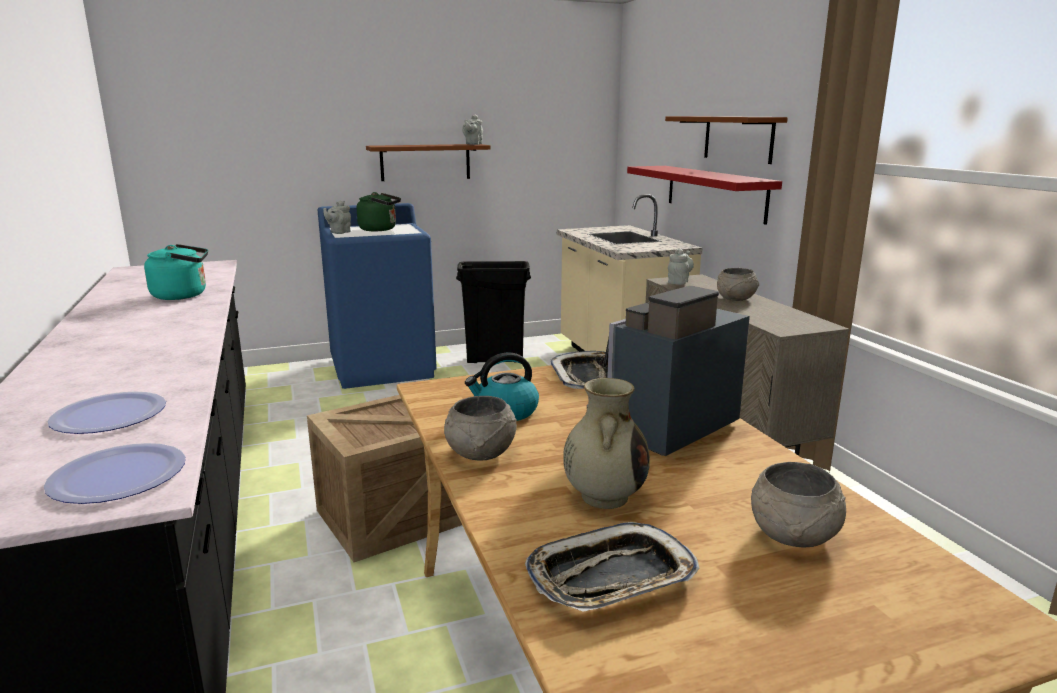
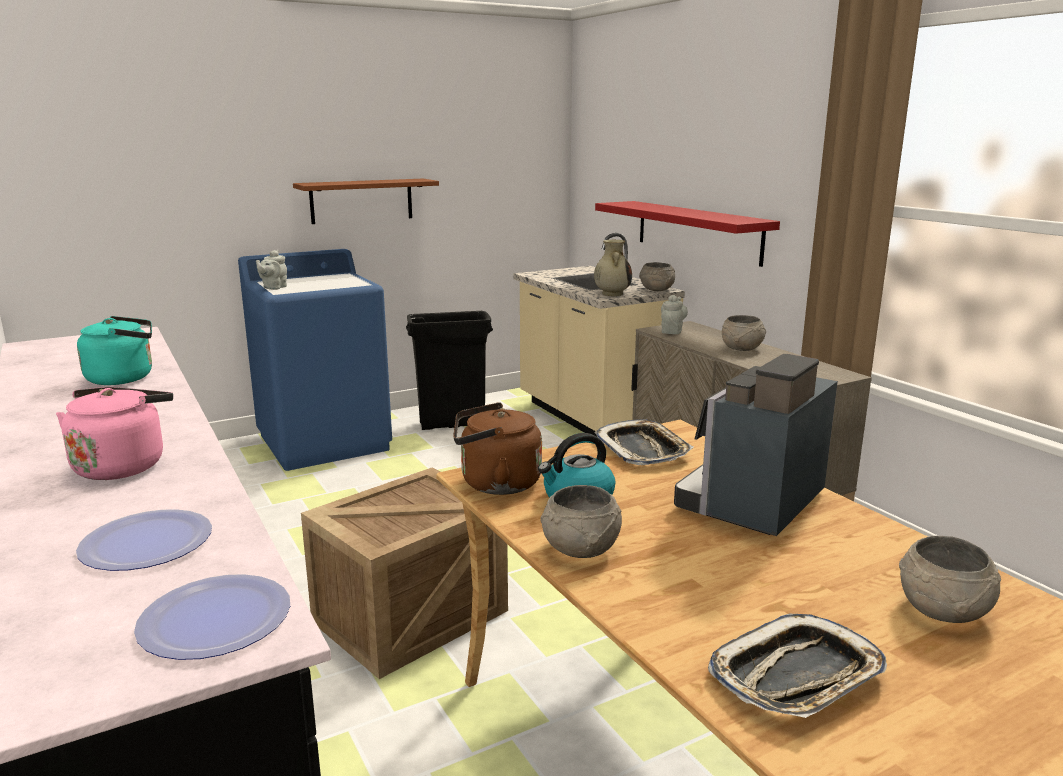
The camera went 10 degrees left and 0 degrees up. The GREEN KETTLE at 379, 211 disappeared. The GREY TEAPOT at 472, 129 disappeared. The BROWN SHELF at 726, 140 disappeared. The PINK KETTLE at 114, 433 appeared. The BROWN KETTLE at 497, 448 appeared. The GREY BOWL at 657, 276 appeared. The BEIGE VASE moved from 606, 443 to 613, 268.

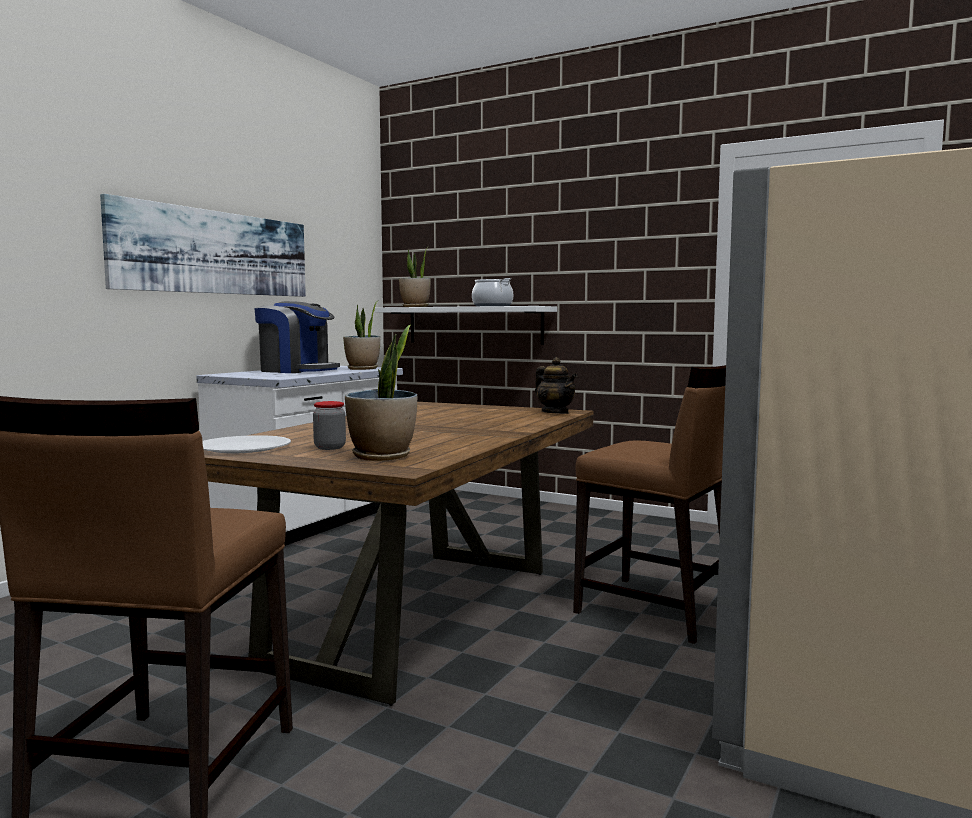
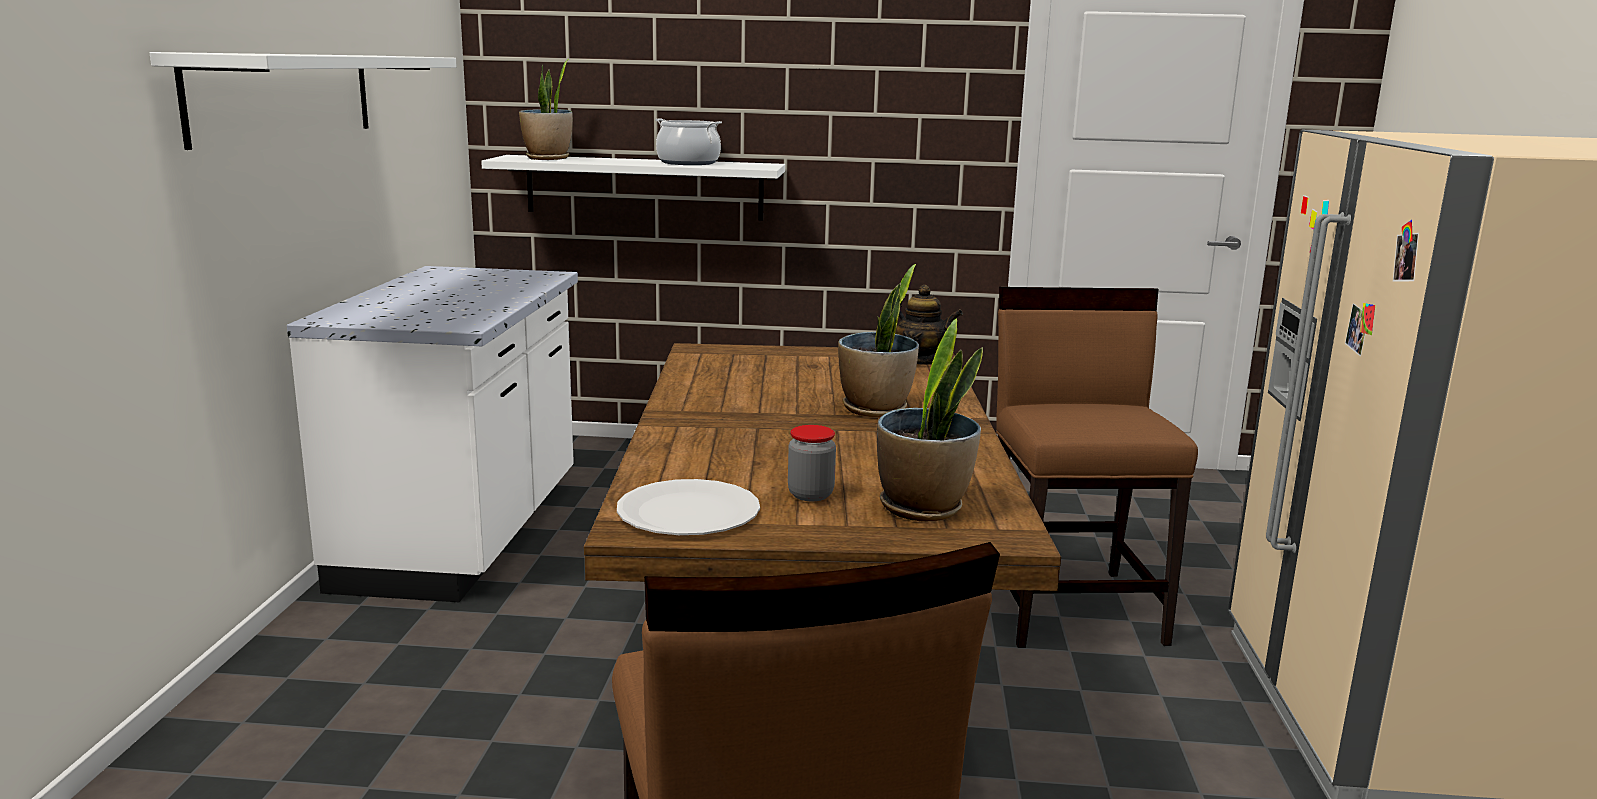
The camera went 25 degrees left and 10 degrees up. The COFFEE MACHINE at 297, 337 disappeared. The POTTED PLANT moved from 361, 335 to 878, 340. The PICTURE at 203, 245 was replaced by the WHITE SHELF at 303, 101. The BROWN CHAIR at 649, 504 turned 105 degrees counterclockwise.

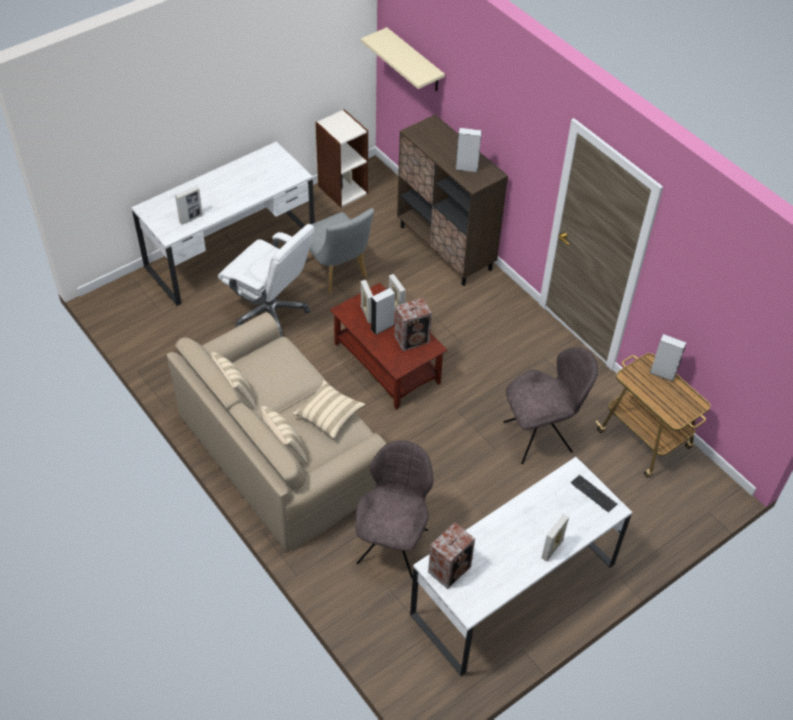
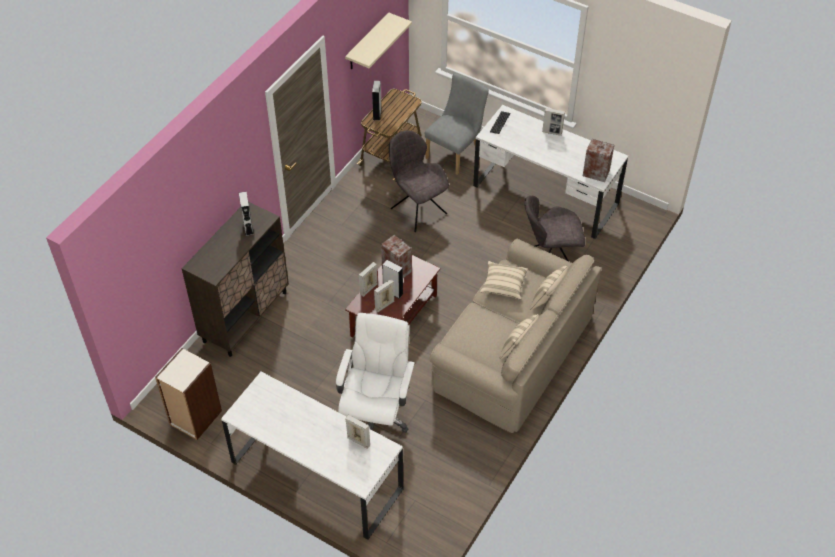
The camera went 110 degrees left and 0 degrees up. The GREY CHAIR moved from 336, 250 to 457, 124. The BEIGE SHELF moved from 403, 59 to 378, 41.

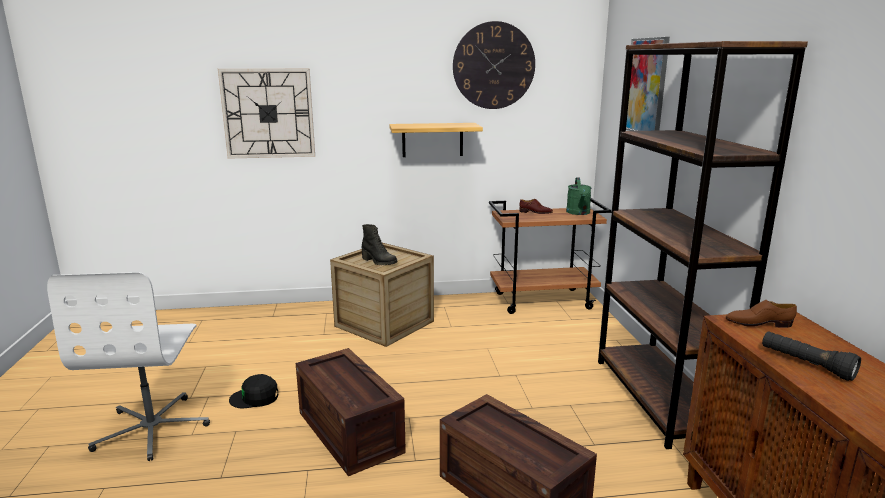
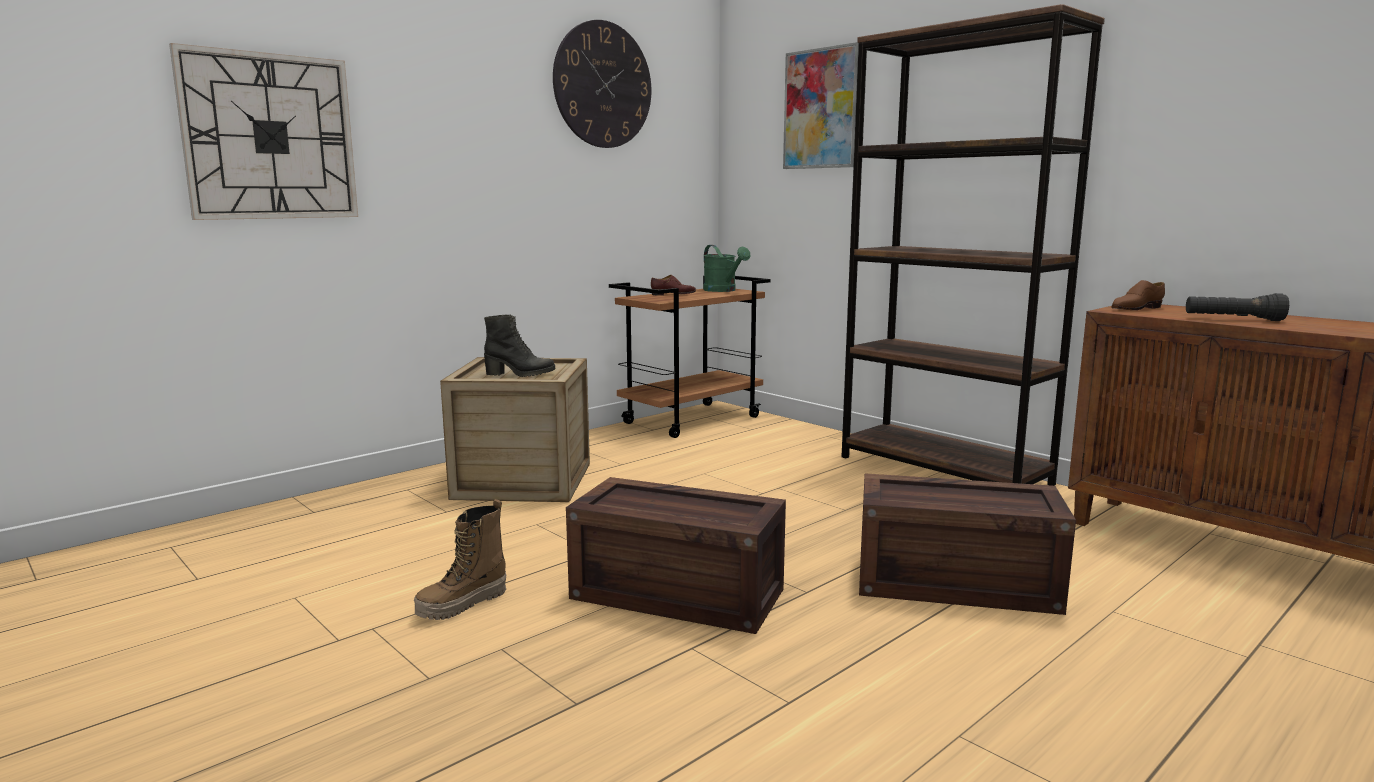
The camera went 35 degrees left and 5 degrees down. The WHITE OFFICE CHAIR at 128, 366 disappeared. The SHELF at 436, 140 disappeared. The BLACK CAP at 253, 391 was replaced by the BOOT at 460, 559.

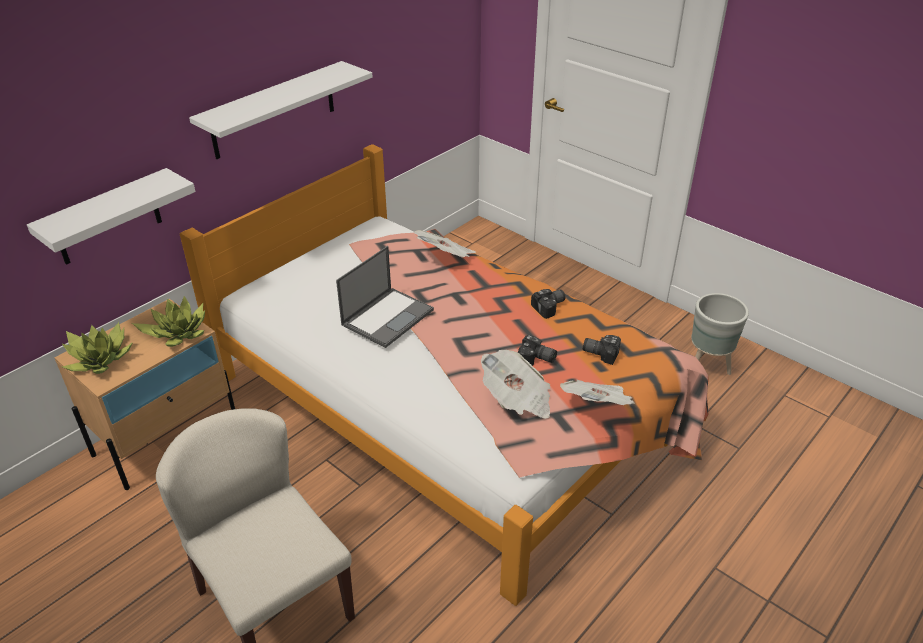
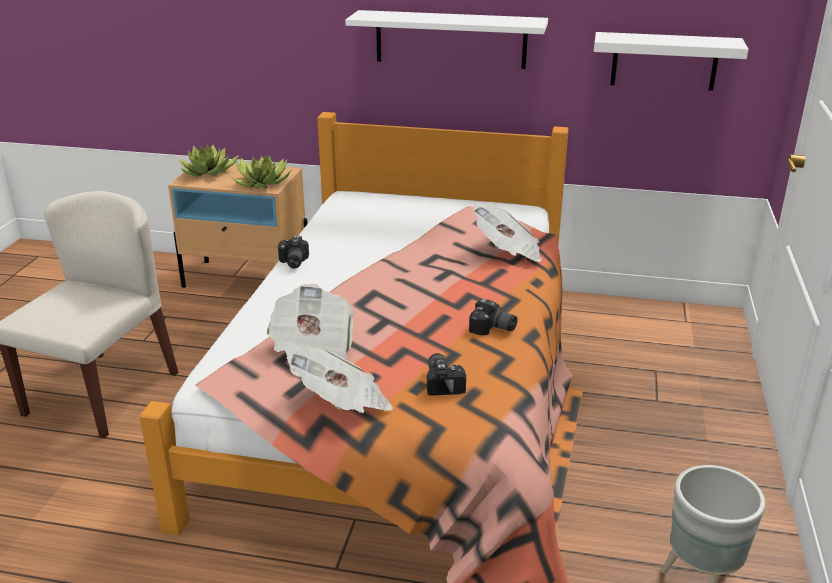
The camera went 60 degrees right and 10 degrees down. The LAPTOP at 385, 297 disappeared. The WHITE SHELF moved from 111, 216 to 671, 61. The PHOTO CAMERA moved from 537, 350 to 293, 251.

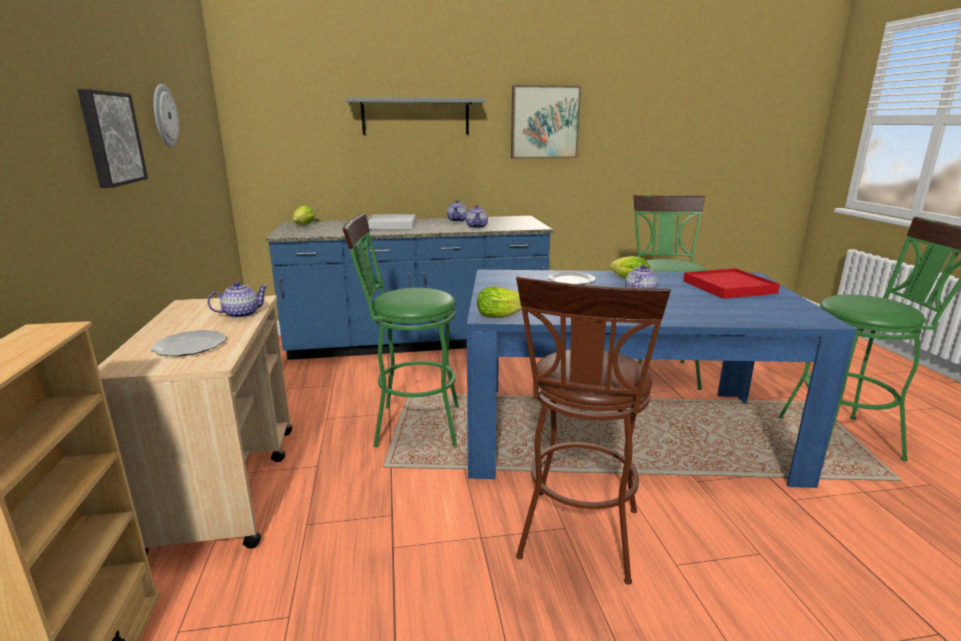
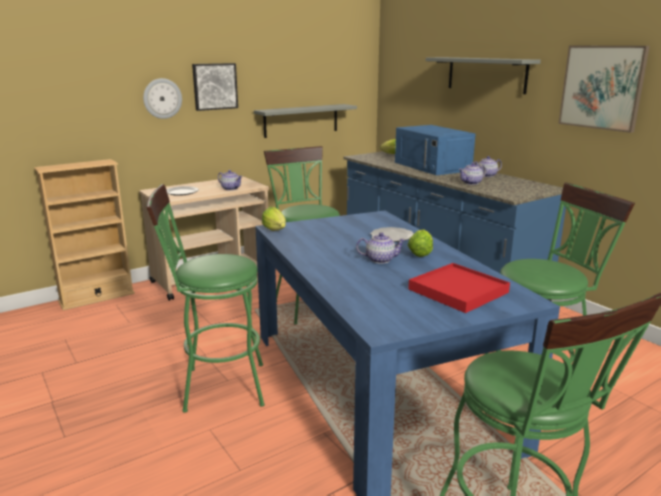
The camera went 65 degrees right and 0 degrees up. The GREY SHELF at 305, 121 appeared. The WALL CLOCK moved from 166, 115 to 162, 98. The WHITE TRAY at 391, 221 was replaced by the BLUE MICROWAVE at 435, 150. The BROWN STOOL at 593, 430 became the GREEN STOOL at 206, 298.

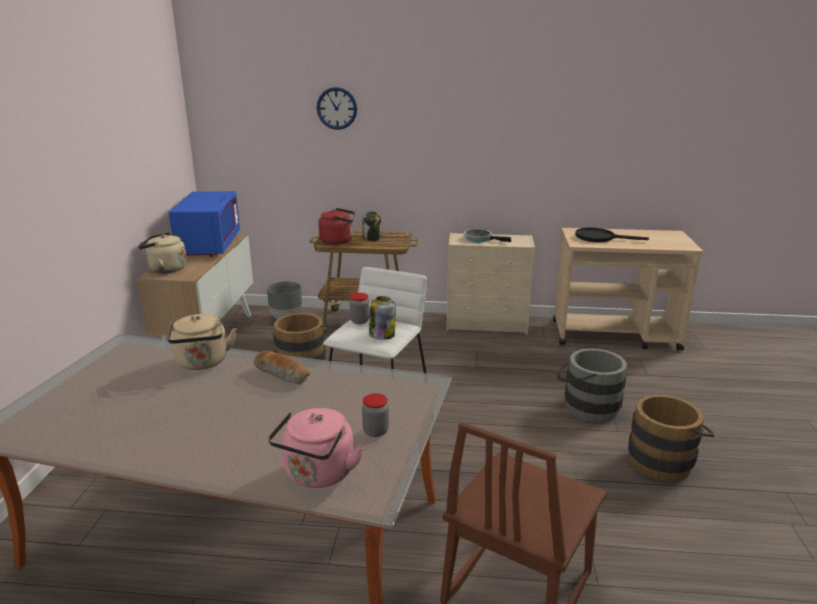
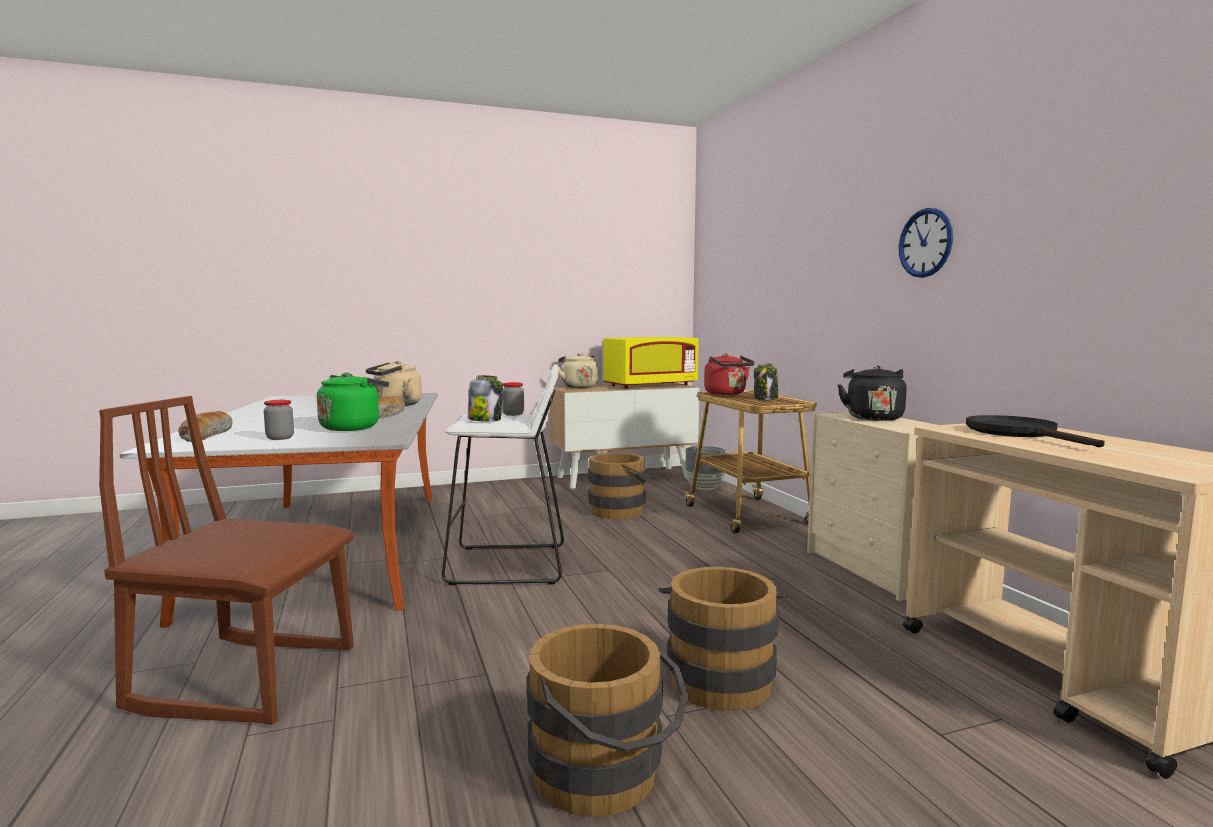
The camera went 65 degrees right and 15 degrees down. The GREEN KETTLE at 353, 401 appeared. The WALL CLOCK moved from 337, 108 to 926, 243. The PINK KETTLE at 316, 448 was replaced by the BREAD at 205, 426. The FRYING PAN at 487, 235 was replaced by the BLACK KETTLE at 872, 393. The BLUE MICROWAVE at 204, 224 became the YELLOW MICROWAVE at 651, 363. The GREY BUCKET at 592, 385 became the BROWN BUCKET at 723, 639.

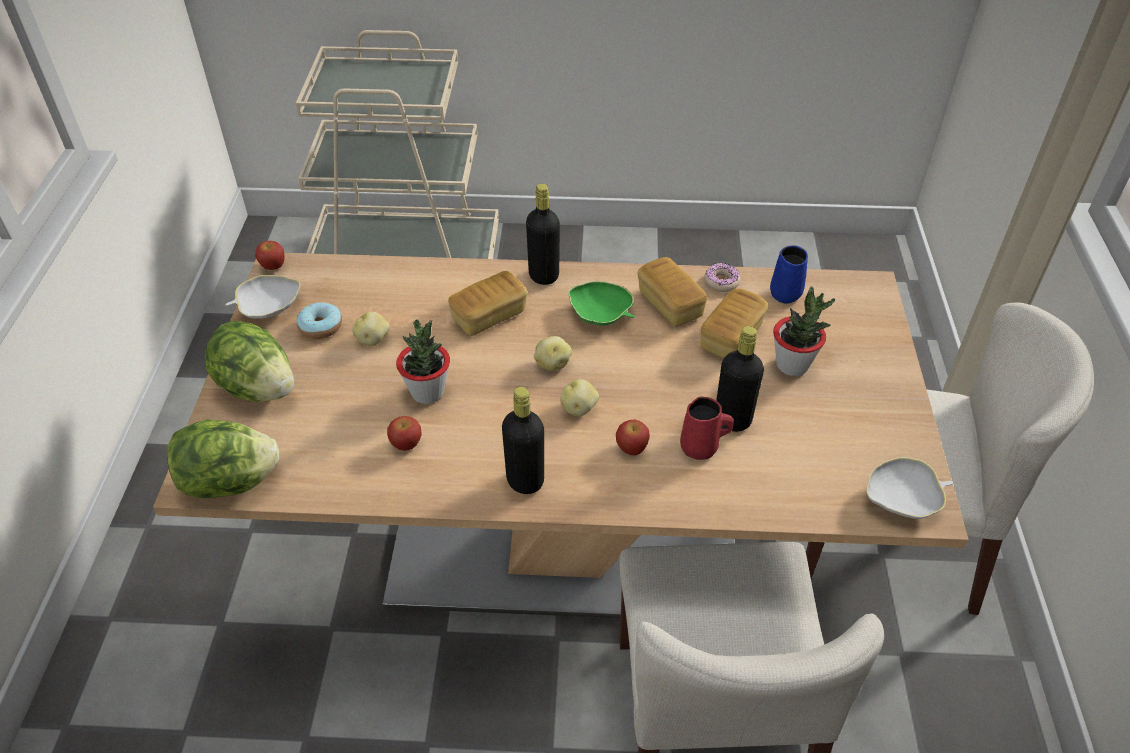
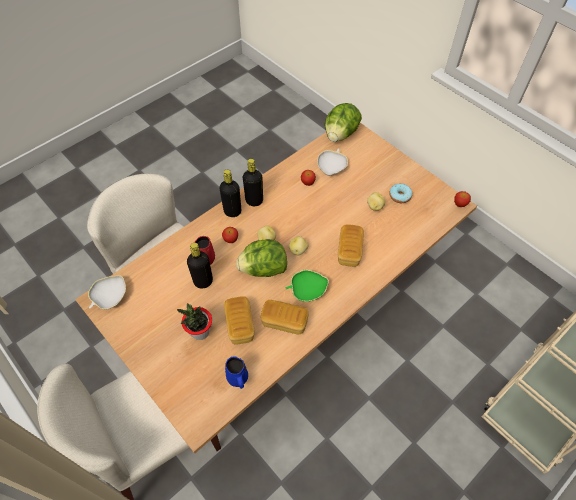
The camera went 135 degrees right and 10 degrees up. The POTTED PLANT at 423, 362 disappeared. The DONUT at 722, 277 disappeared. The LETTUCE moved from 249, 361 to 261, 258. The WHITE BOWL moved from 262, 297 to 332, 162. The BLACK BOTTLE moved from 543, 234 to 230, 193.

